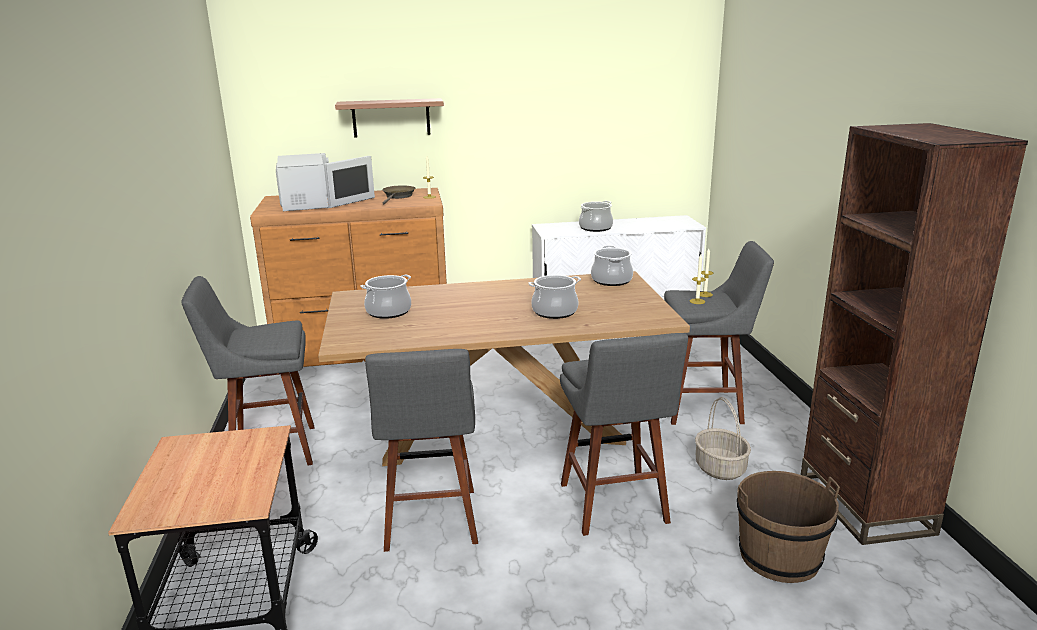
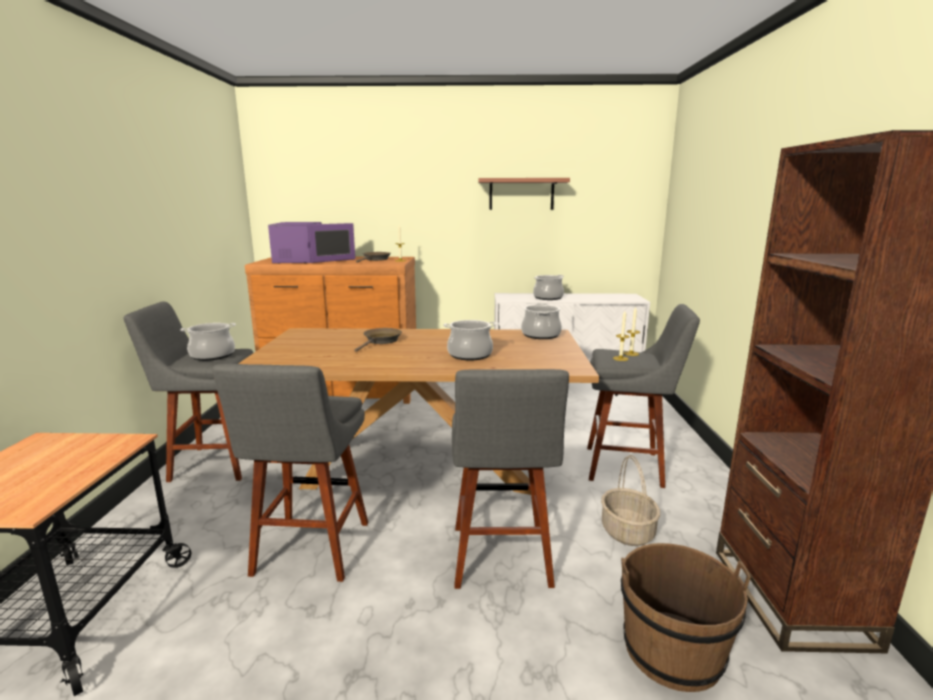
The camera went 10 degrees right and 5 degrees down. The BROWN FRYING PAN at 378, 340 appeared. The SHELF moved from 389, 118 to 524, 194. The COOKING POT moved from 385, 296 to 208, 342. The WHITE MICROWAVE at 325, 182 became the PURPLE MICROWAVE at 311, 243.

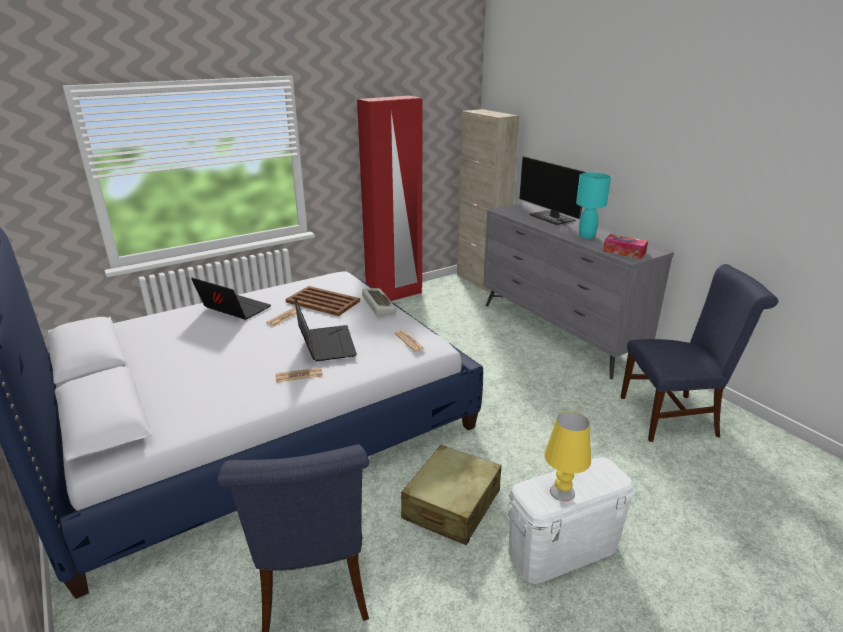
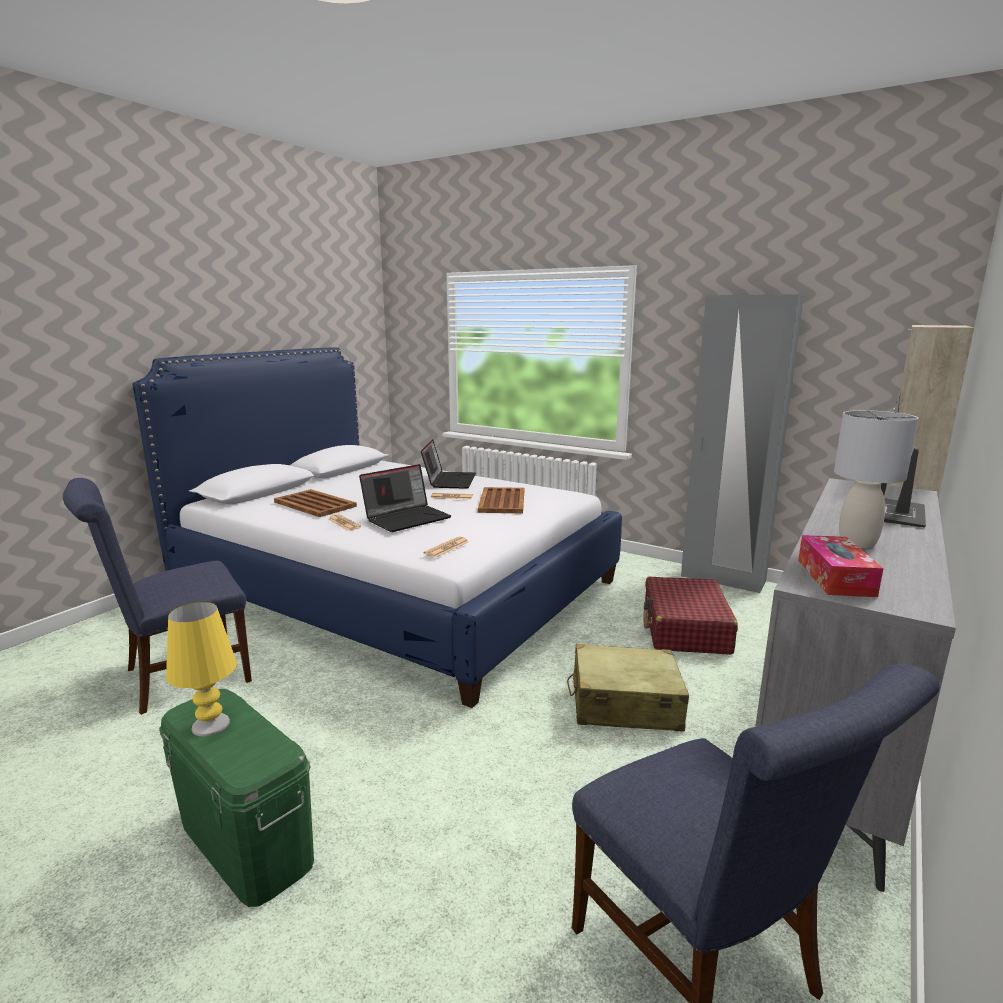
The camera went 65 degrees right and 10 degrees down. The KEYBOARD at 379, 302 disappeared. The BROWN TRAY at 315, 503 appeared. The RED SUITCASE at 690, 616 appeared. The BEIGE SUITCASE moved from 451, 495 to 628, 687. The RED WARDROBE at 389, 198 became the GREY WARDROBE at 742, 443. The WHITE STORAGE BOX at 570, 520 became the GREEN STORAGE BOX at 236, 798. The TURQUOISE TABLE LAMP at 593, 205 became the GREY TABLE LAMP at 876, 479.

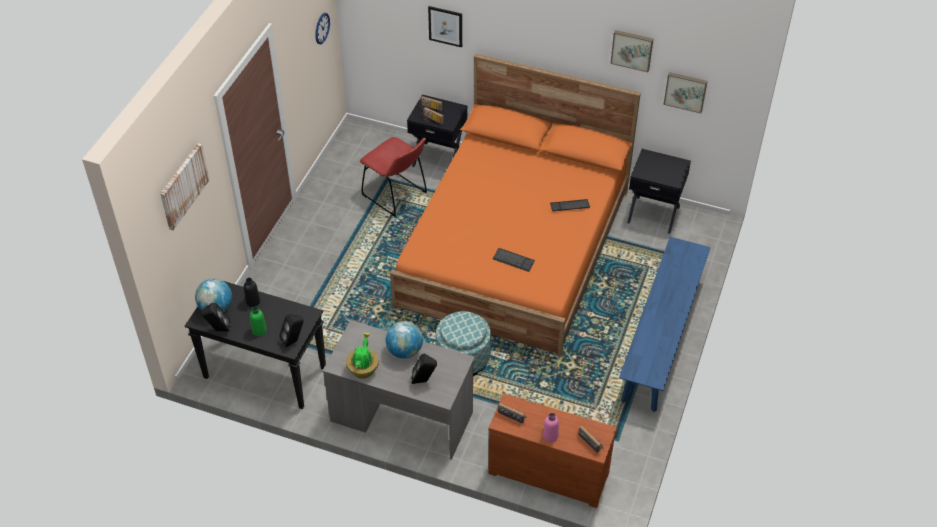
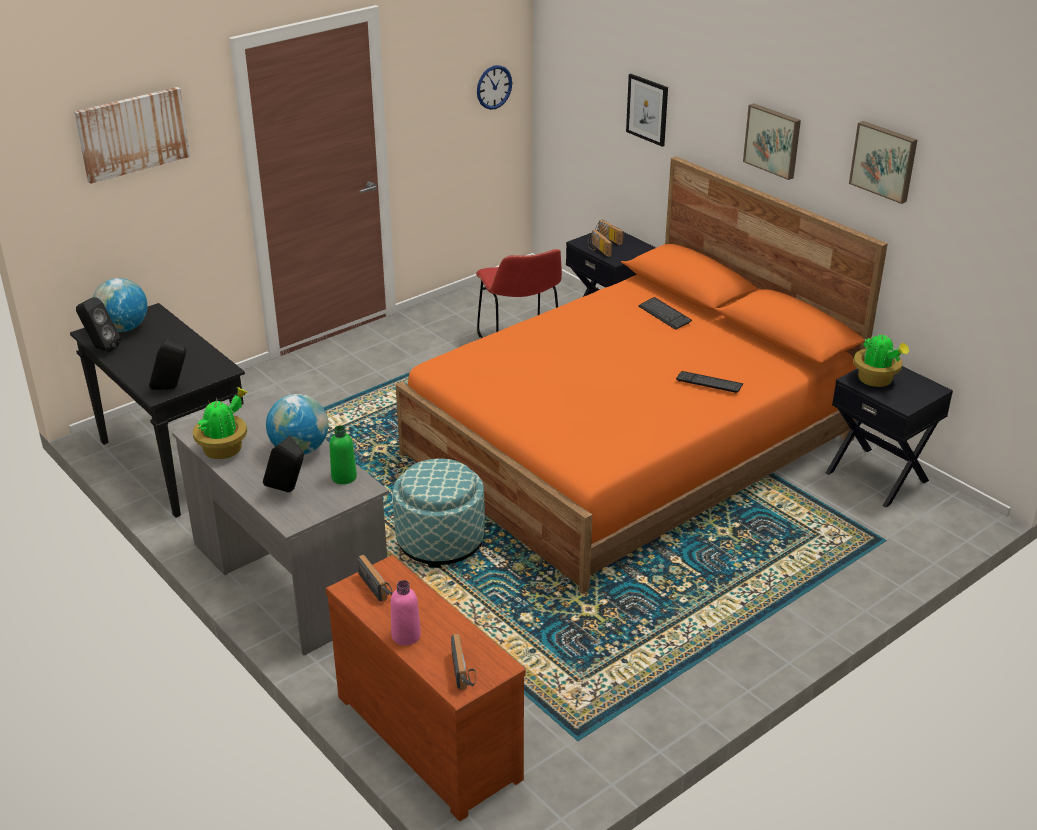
The camera went 30 degrees right and 15 degrees down. The BLACK BOTTLE at 252, 292 disappeared. The BLUE BENCH at 664, 324 disappeared. The POTTED PLANT at 881, 359 appeared. The GREEN BOTTLE moved from 258, 321 to 343, 454. The KEYBOARD moved from 514, 260 to 665, 313. The PICTURE moved from 686, 92 to 772, 141.

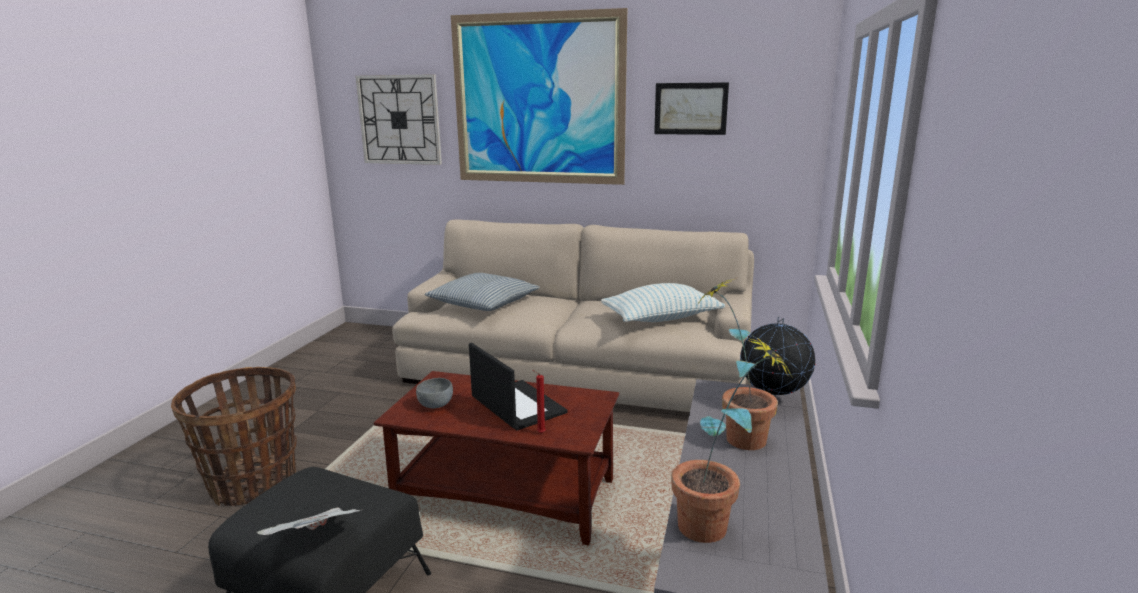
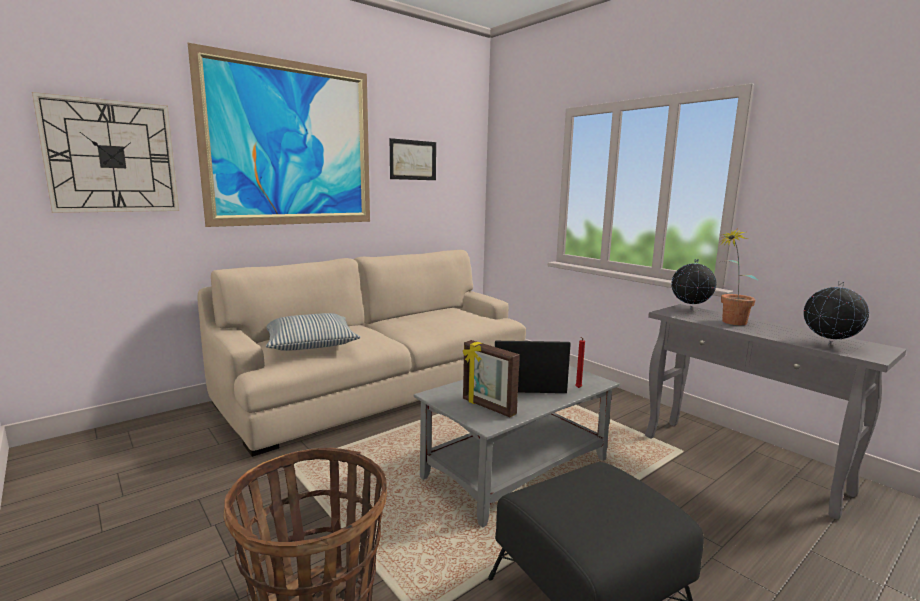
The camera went 55 degrees left and 5 degrees down. The NEWSPAPER at 308, 521 disappeared. The PILLOW at 663, 302 disappeared. The GREY BOWL at 434, 393 was replaced by the PICTURE FRAME at 491, 378. The POTTED PLANT at 732, 438 was replaced by the GLOBE at 836, 314. The BROWN COFFEE TABLE at 496, 458 became the GREY COFFEE TABLE at 516, 446.

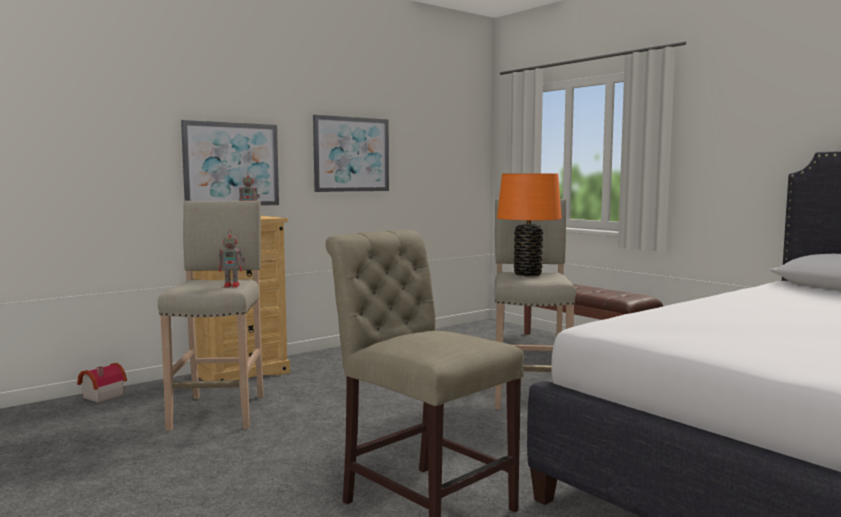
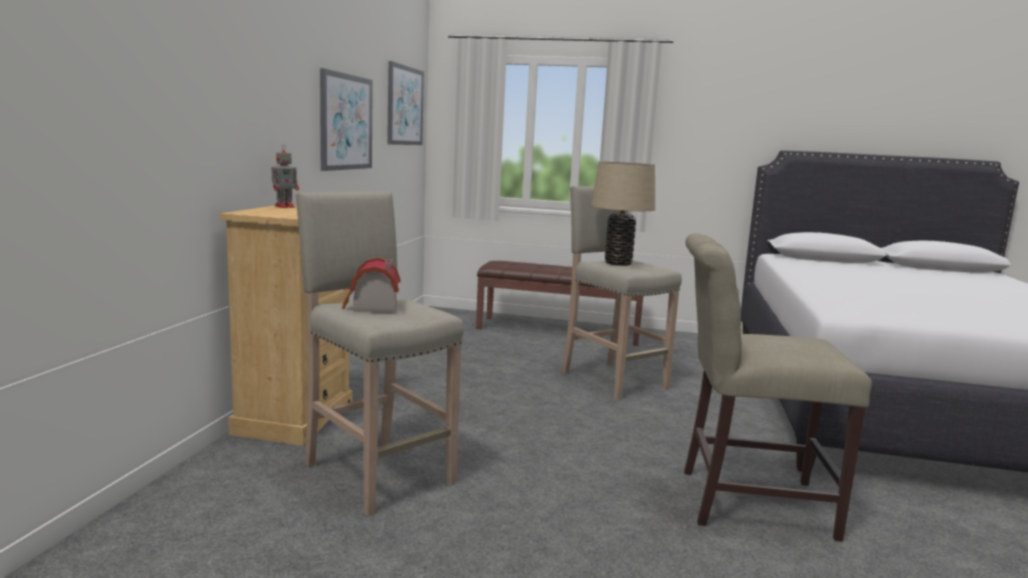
The camera went 40 degrees left and 5 degrees up. The TOY ROBOT at 232, 259 disappeared. The TOY HOUSE moved from 102, 383 to 371, 285. The PICTURE moved from 230, 163 to 405, 103. The ORANGE TABLE LAMP at 529, 225 became the BEIGE TABLE LAMP at 623, 213.

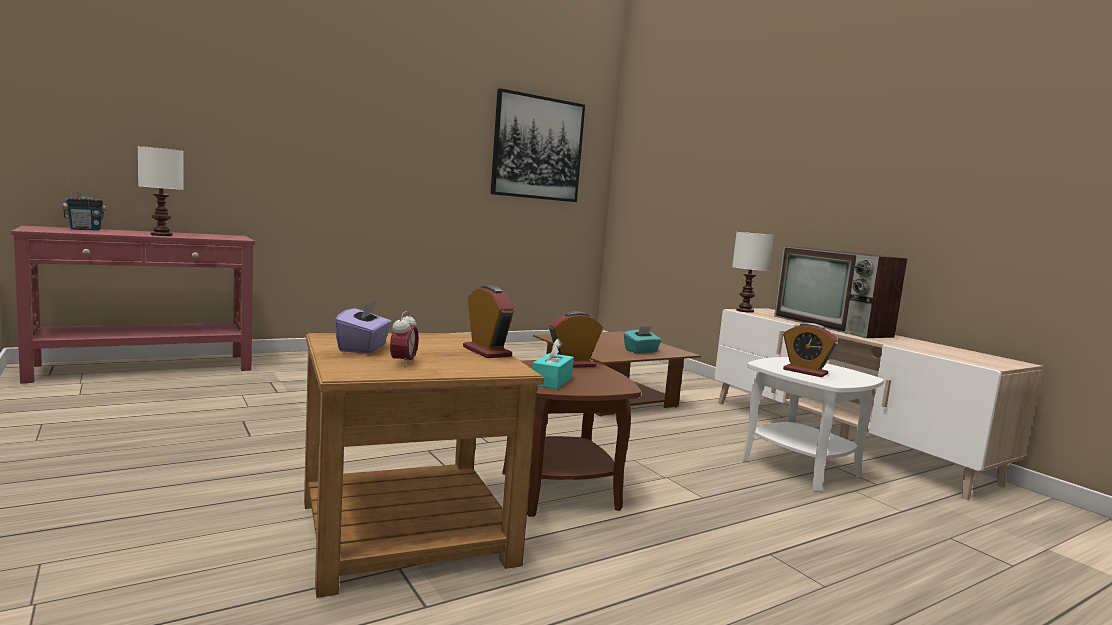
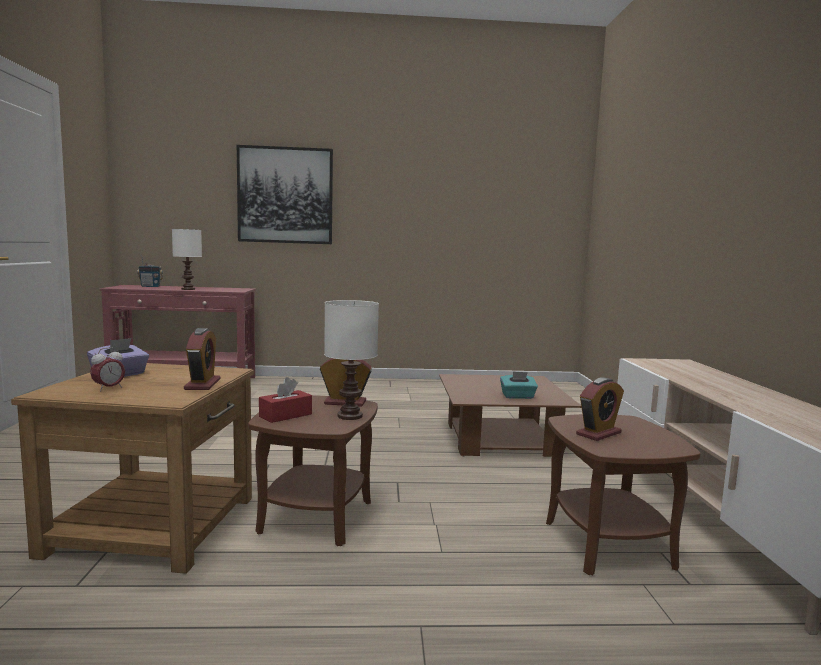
The camera went 30 degrees right and 0 degrees up. The TELEVISION at 840, 292 disappeared. The PICTURE moved from 538, 145 to 285, 194. The WHITE TABLE LAMP moved from 753, 272 to 351, 360. The TURQUOISE TISSUE BOX at 553, 363 became the RED TISSUE BOX at 285, 400. The WHITE SIDE TABLE at 813, 424 became the BROWN SIDE TABLE at 623, 494. The ALARM CLOCK at 810, 350 turned 105 degrees counterclockwise.

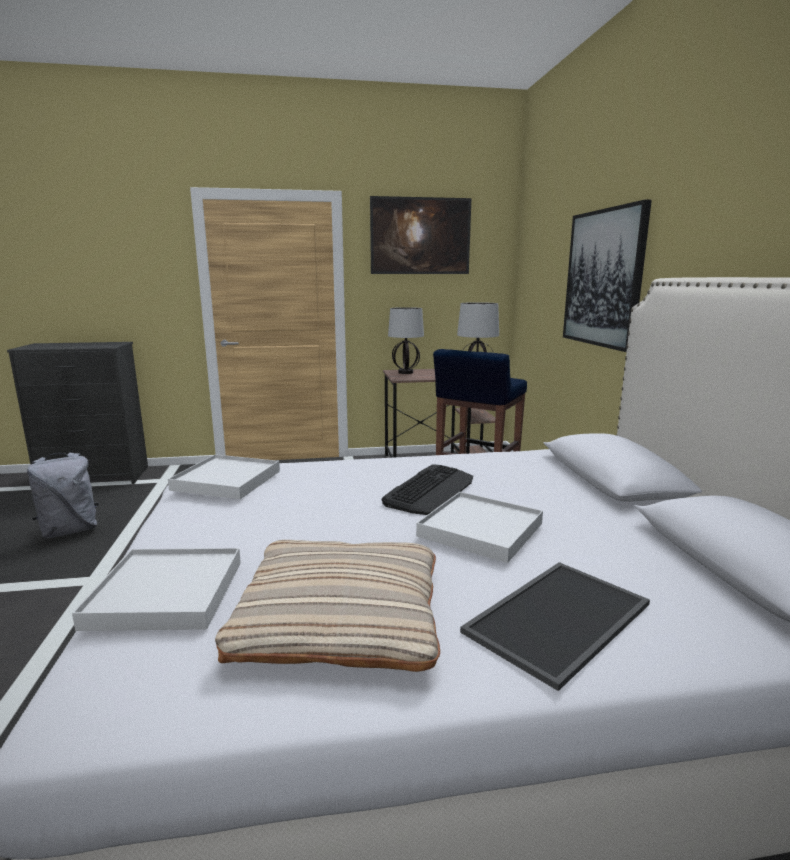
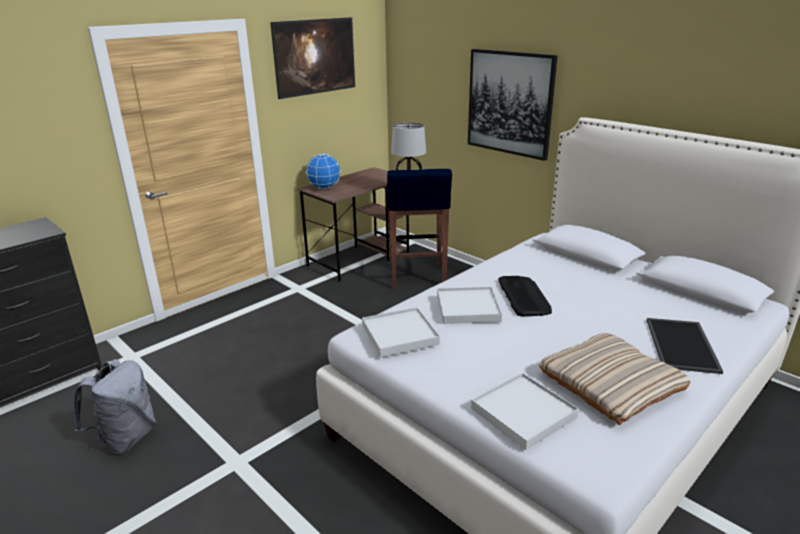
The camera went 35 degrees left and 10 degrees up. The WHITE TRAY moved from 479, 527 to 469, 305. The TABLE LAMP at 406, 340 was replaced by the GLOBE at 323, 171.

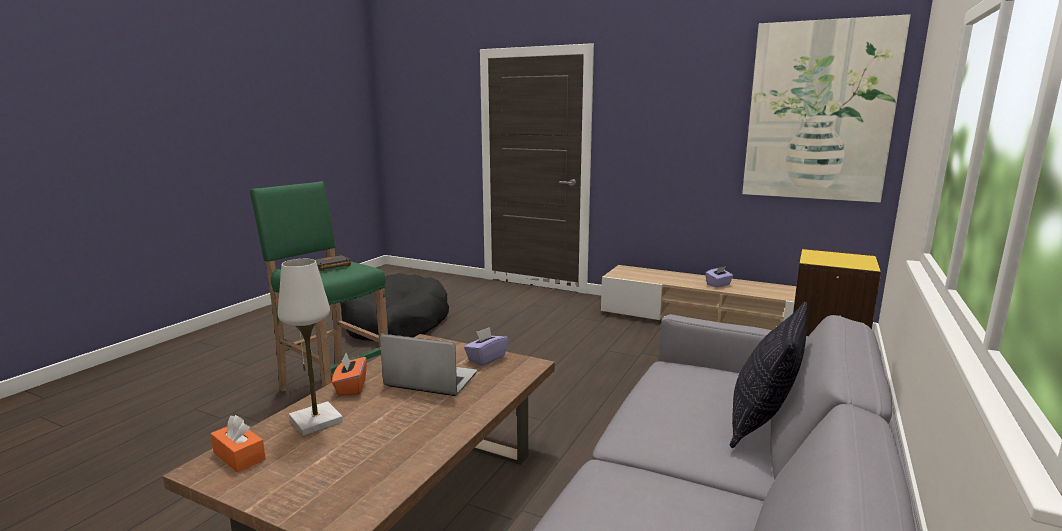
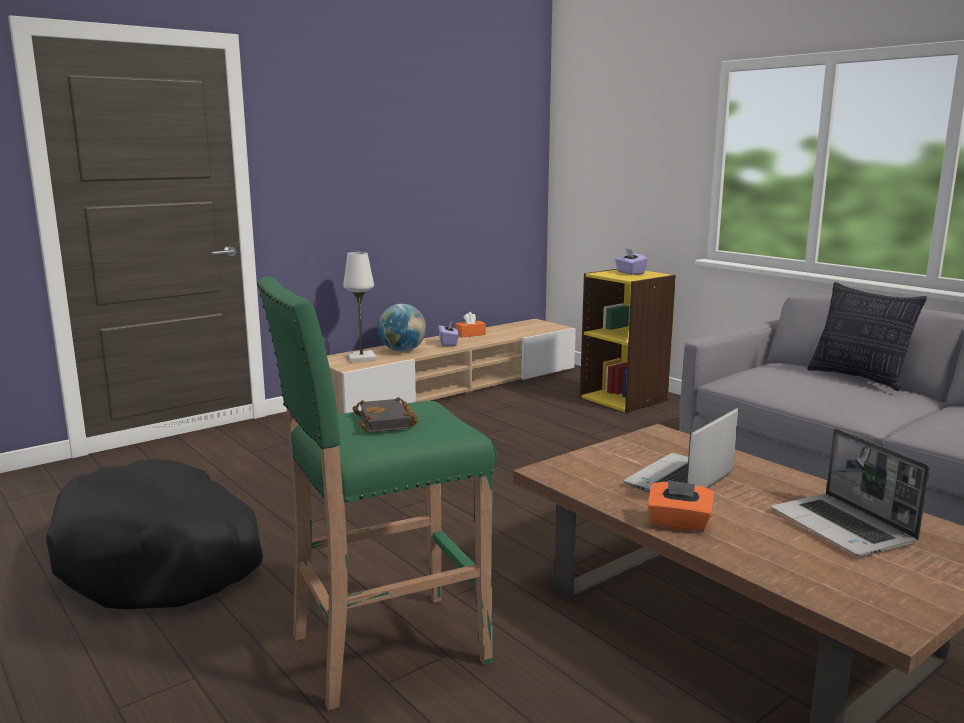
The camera went 65 degrees left and 0 degrees up. The PICTURE at 826, 108 disappeared. The GLOBE at 402, 328 appeared. The LAPTOP at 850, 492 appeared. The ORANGE TISSUE BOX moved from 238, 444 to 471, 324. The WHITE TABLE LAMP moved from 310, 347 to 359, 307. The PURPLE TISSUE BOX moved from 486, 346 to 631, 262.

